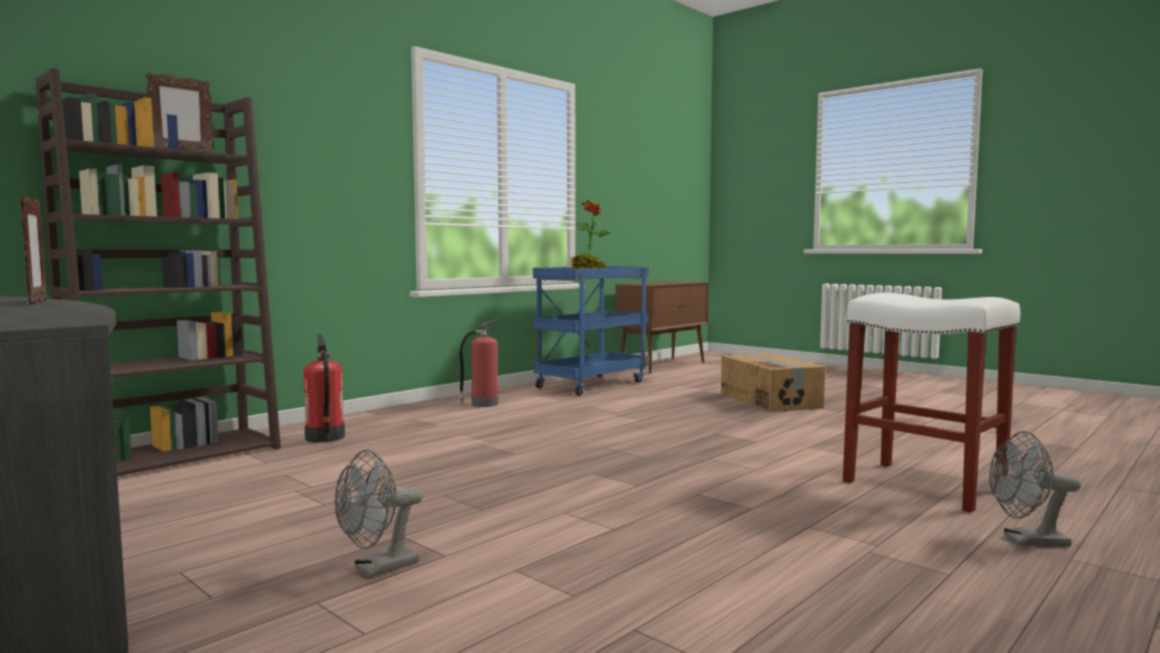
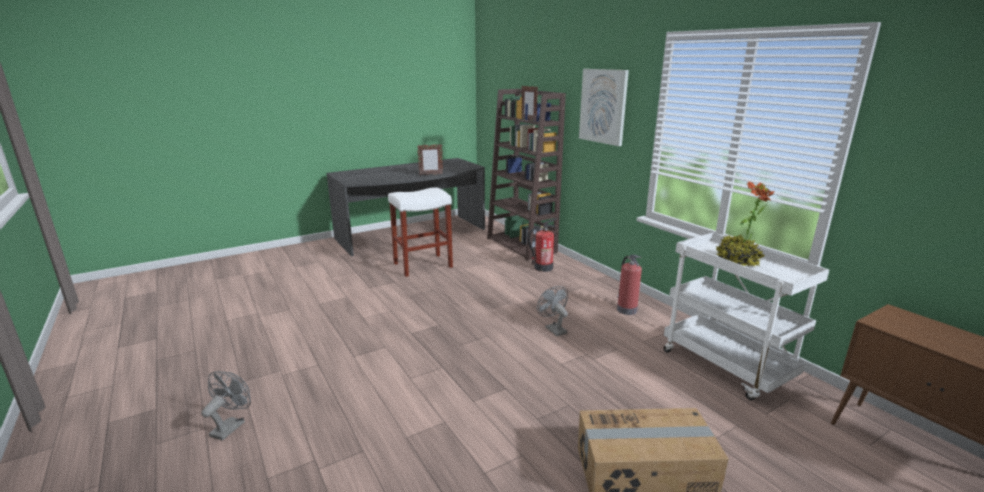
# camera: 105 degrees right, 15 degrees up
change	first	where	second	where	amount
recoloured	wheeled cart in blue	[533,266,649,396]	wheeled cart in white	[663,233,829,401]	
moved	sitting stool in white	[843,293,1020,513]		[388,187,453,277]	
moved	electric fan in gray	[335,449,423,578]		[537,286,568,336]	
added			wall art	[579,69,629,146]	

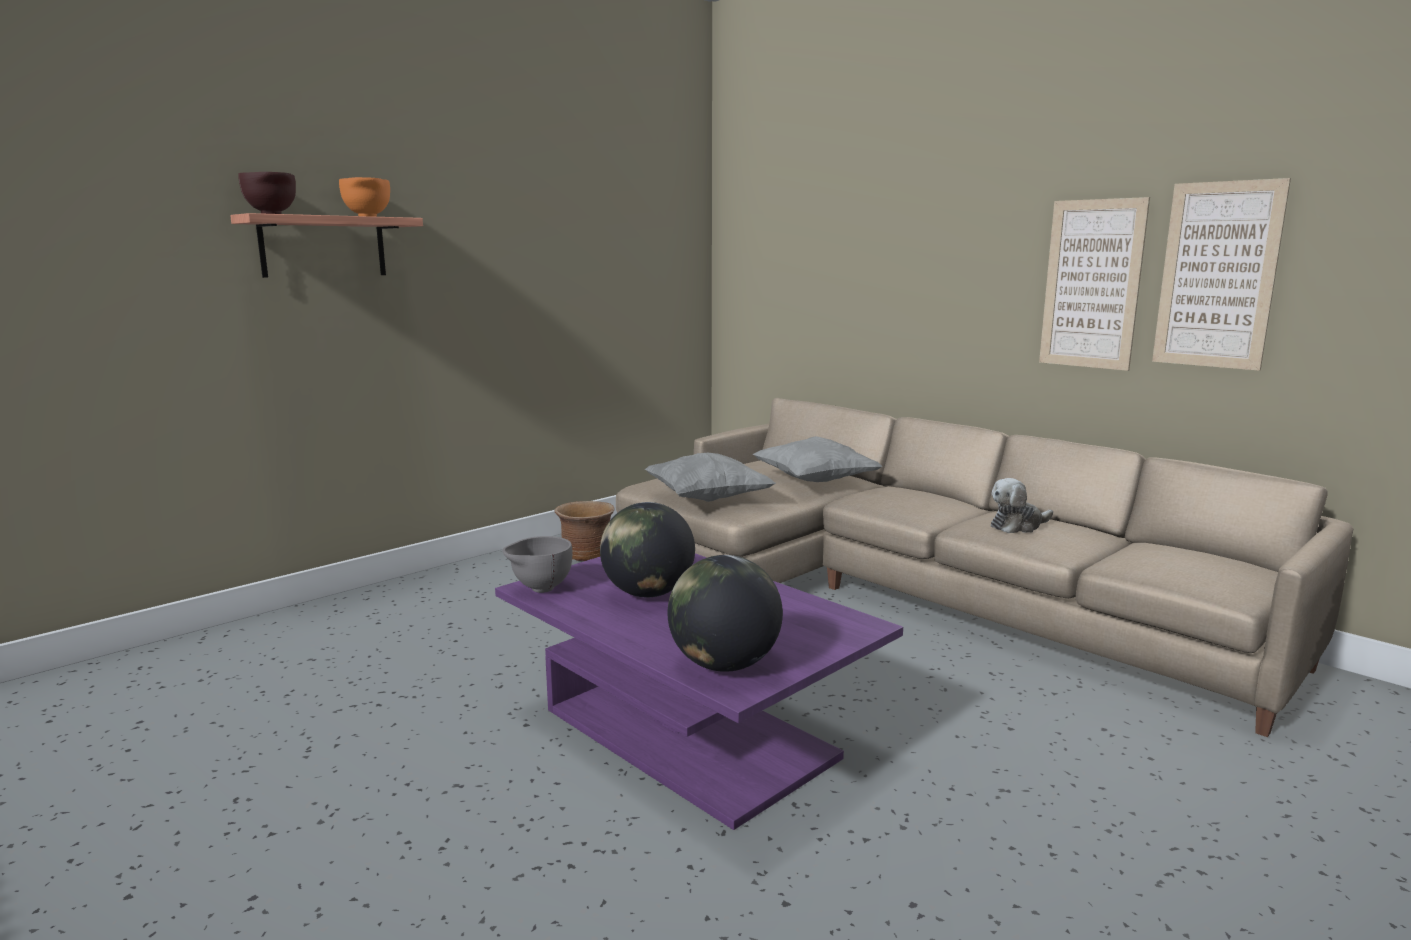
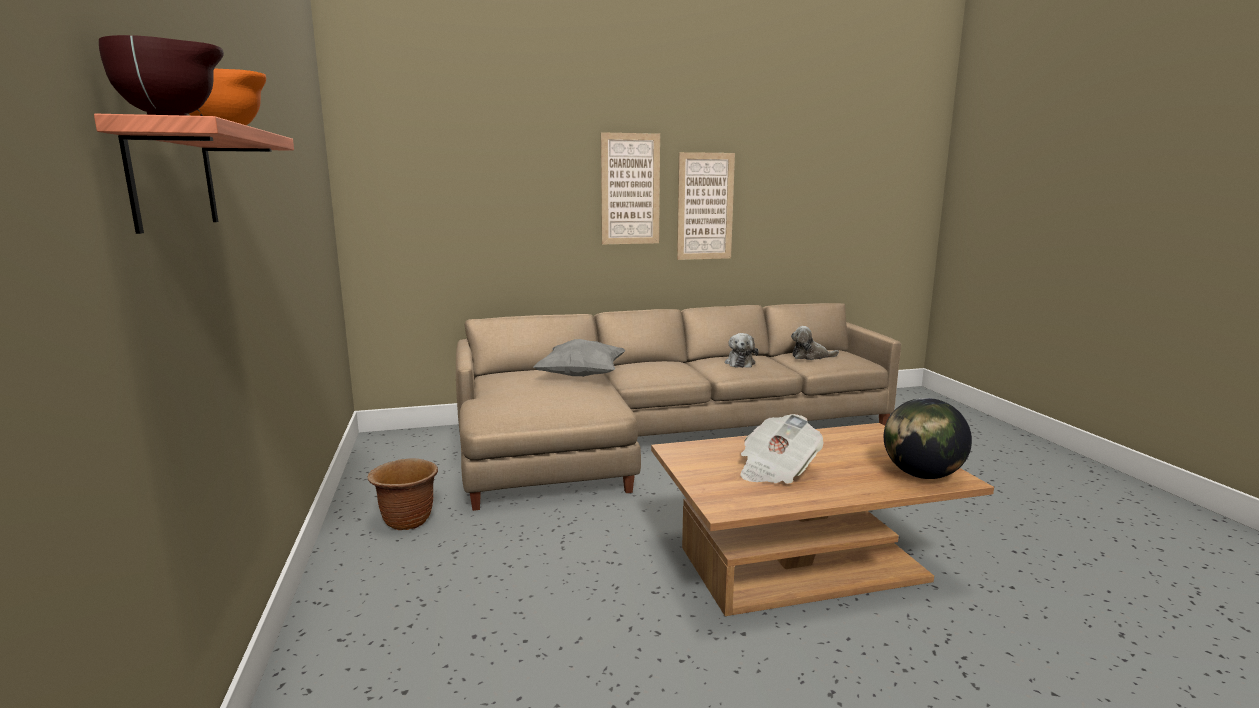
# camera: 60 degrees left, 0 degrees up
change	first	where	second	where	amount
moved	wall art	[1152,178,1291,371]		[601,132,660,245]	
removed	throw pillow in gray	[645,453,776,502]			
replaced	world globe	[600,502,695,597]	newspaper	[740,414,824,484]	
removed	serving bowl in gray	[503,536,572,593]			
recoloured	coffee table in purplish	[495,553,903,830]	coffee table in brown	[651,423,994,616]	
added			plush toy	[791,326,839,360]	

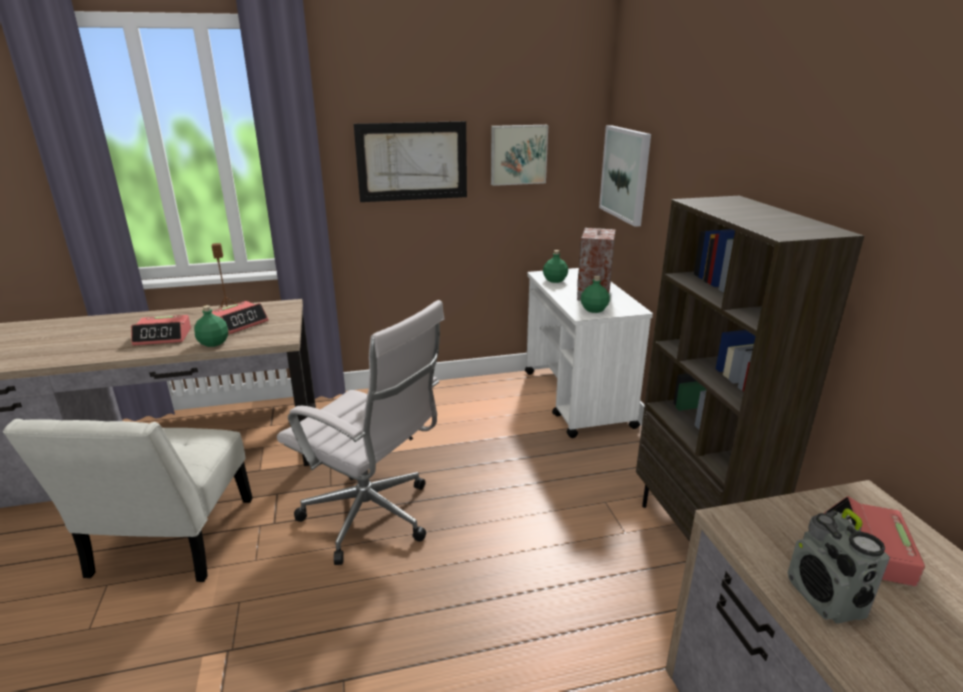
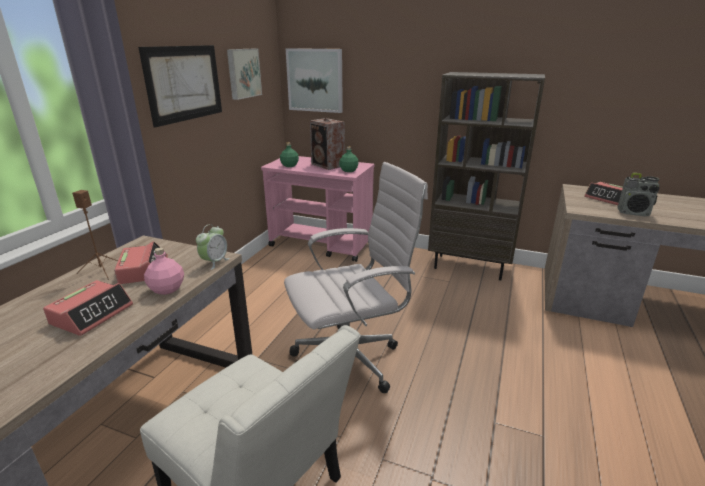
# camera: 55 degrees left, 0 degrees up
change	first	where	second	where	amount
recoloured	wheeled cart in white	[525,268,653,438]	wheeled cart in pink-coloured	[261,156,375,262]	
recoloured	drink bottle in green	[194,305,228,347]	drink bottle in pink-coloured	[144,248,184,295]	
added			bedside clock	[196,224,230,270]	

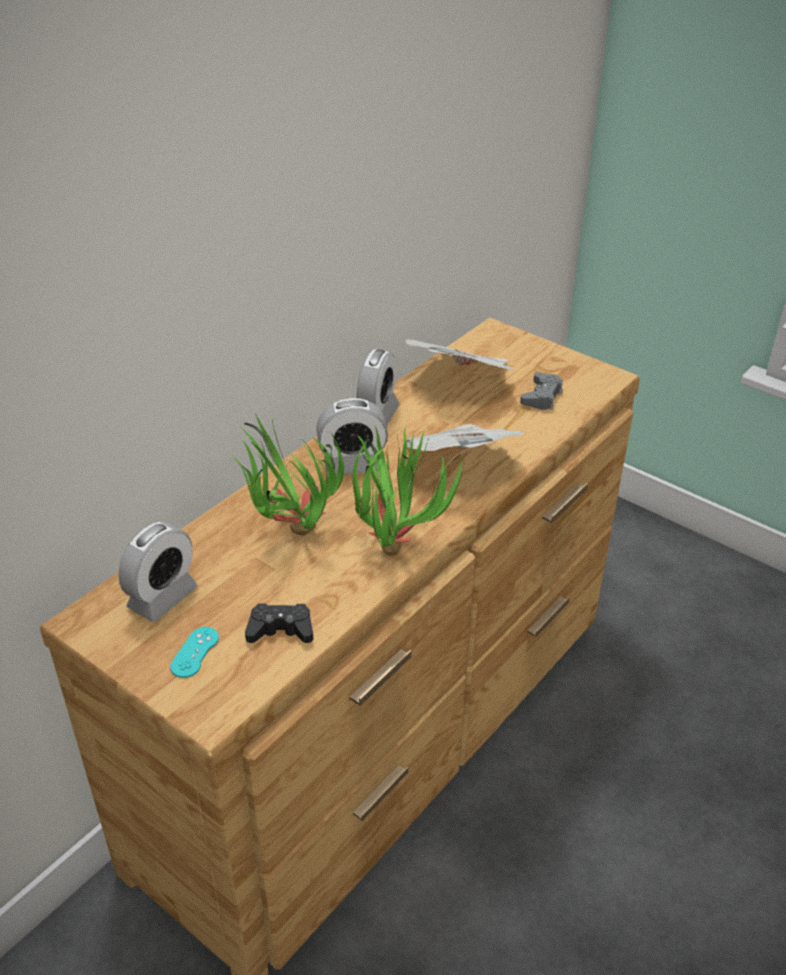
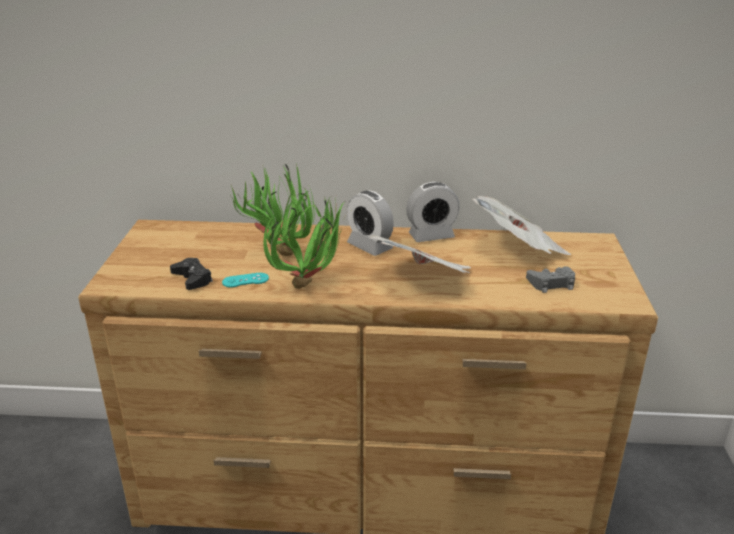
# camera: 55 degrees right, 10 degrees down
change	first	where	second	where	amount
removed	bedside clock	[118,522,198,622]			
moved	game controller in blue-green	[170,627,219,678]		[222,273,269,288]	

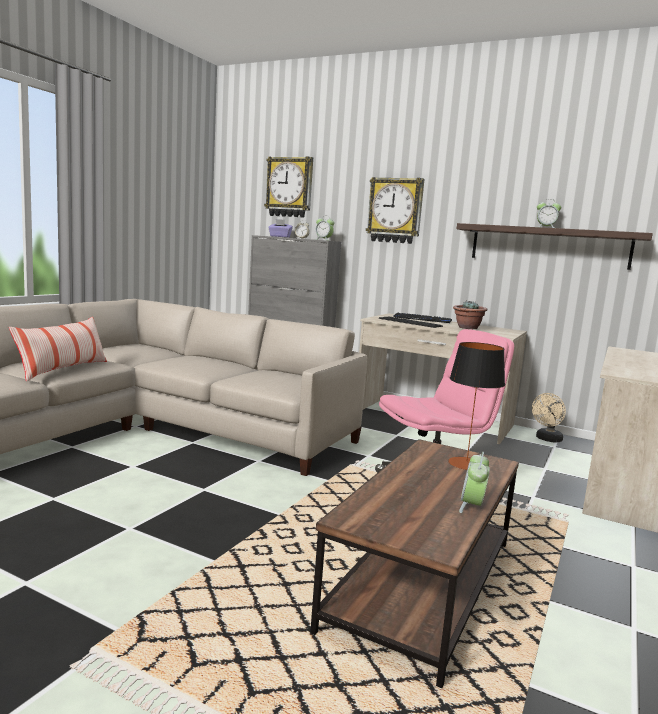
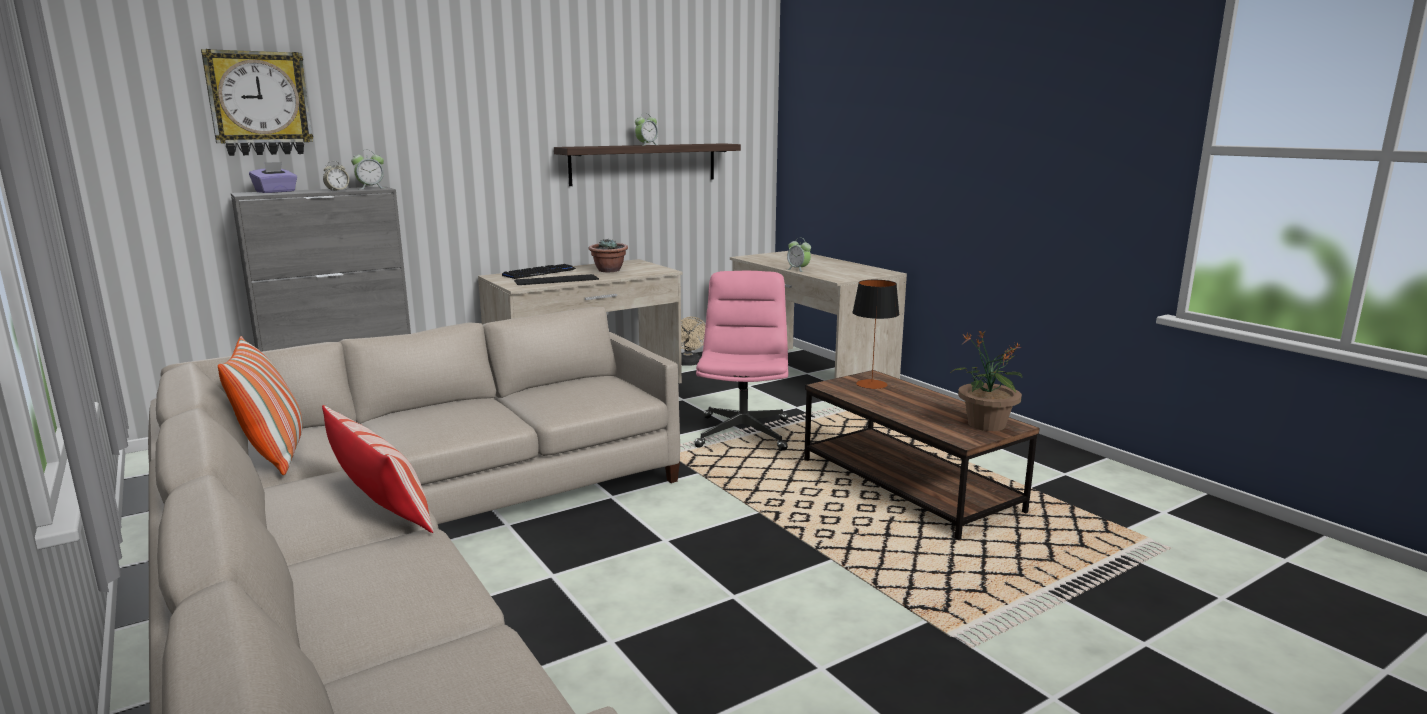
# camera: 60 degrees left, 5 degrees up
change	first	where	second	where	amount
removed	wall clock	[366,177,425,244]			
moved	bedside clock	[459,452,490,513]		[787,238,811,272]	
added			potted plant	[951,330,1022,431]	
added			throw pillow	[218,336,302,475]	

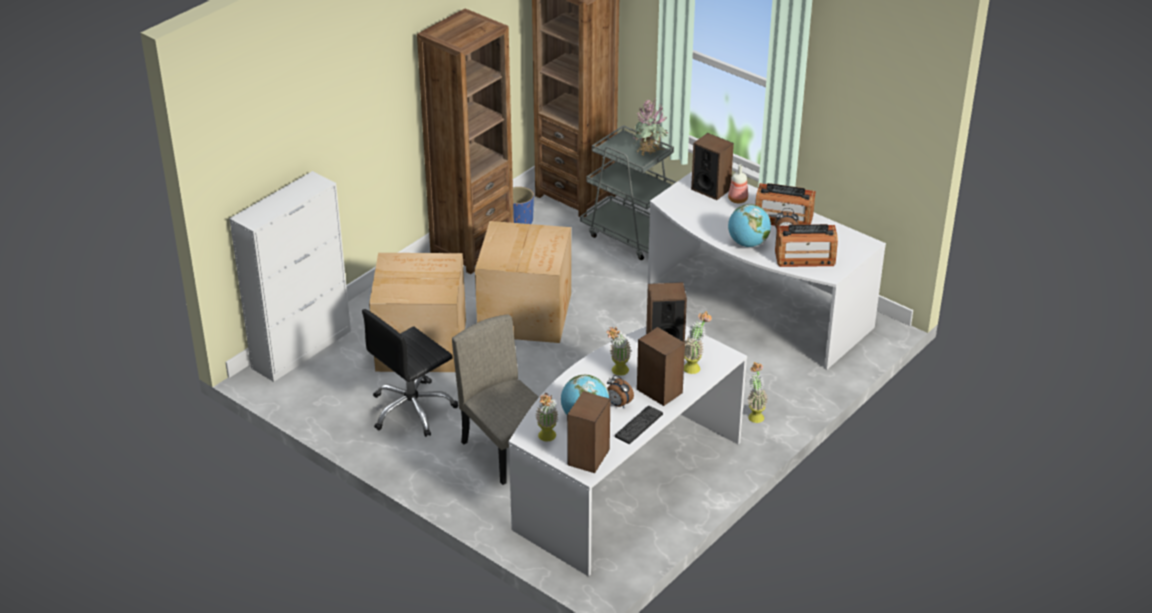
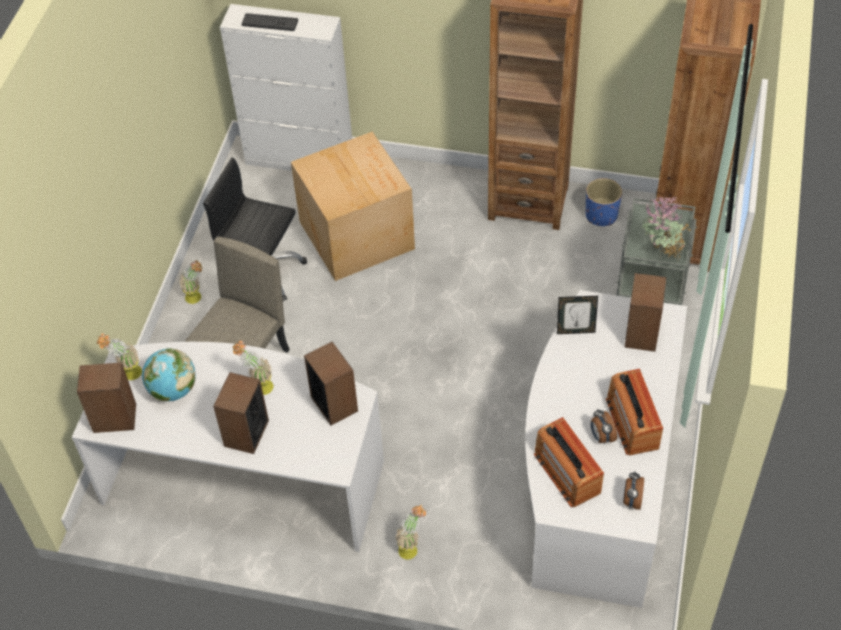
# camera: 65 degrees right, 15 degrees up
change	first	where	second	where	amount
removed	drink bottle	[728,165,748,203]			
removed	world globe	[728,204,771,247]			
removed	packing box	[475,221,571,343]			
moved	potted plant	[684,311,712,374]		[179,260,203,304]	
moved	bedside clock	[607,375,634,408]		[623,471,644,510]	
moved	computer keyboard	[615,406,663,444]		[242,13,298,31]	
added			photo frame	[557,296,598,334]	

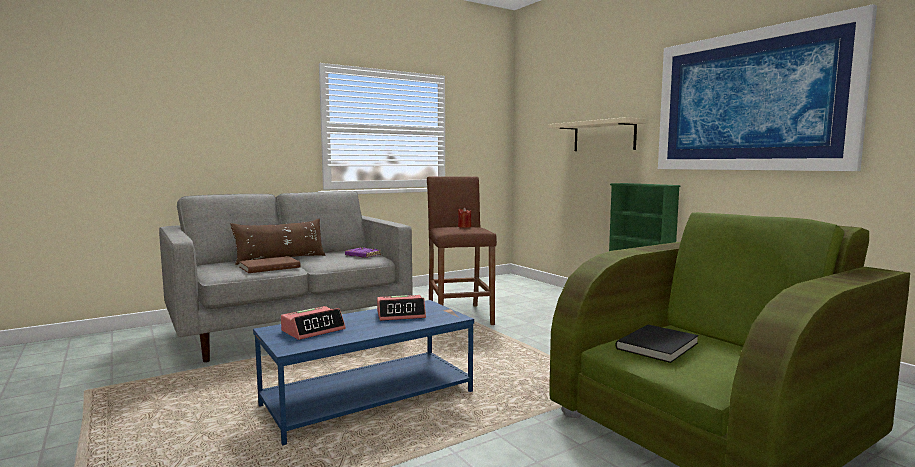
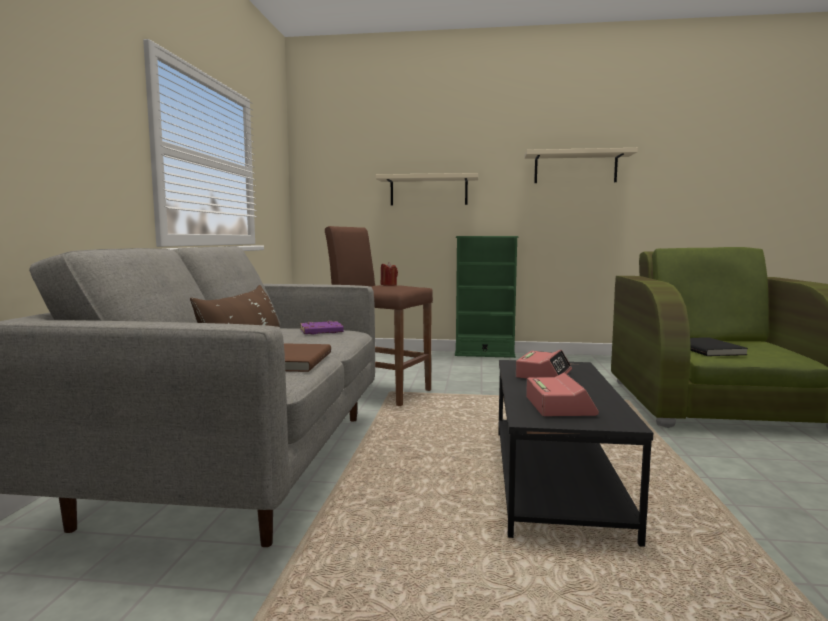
# camera: 50 degrees left, 0 degrees up
change	first	where	second	where	amount
replaced	wall art	[658,4,877,171]	wall shelf in beige-coloured	[524,148,638,183]	
recoloured	coffee table in blue	[253,300,474,445]	coffee table in black	[498,360,653,547]	

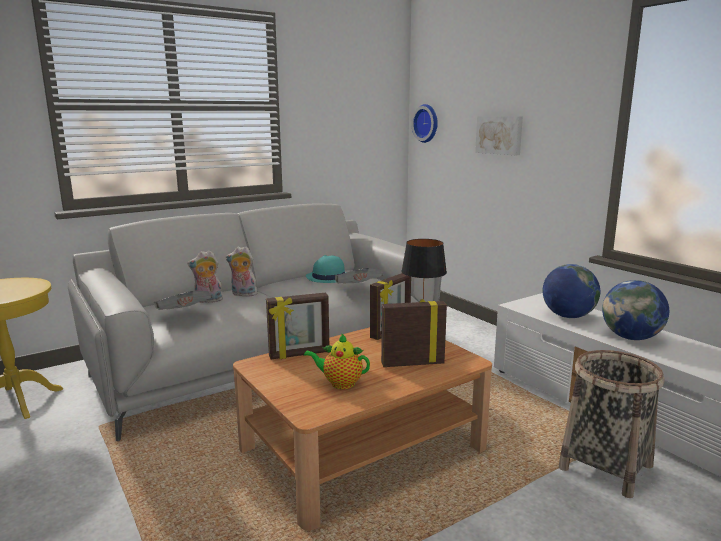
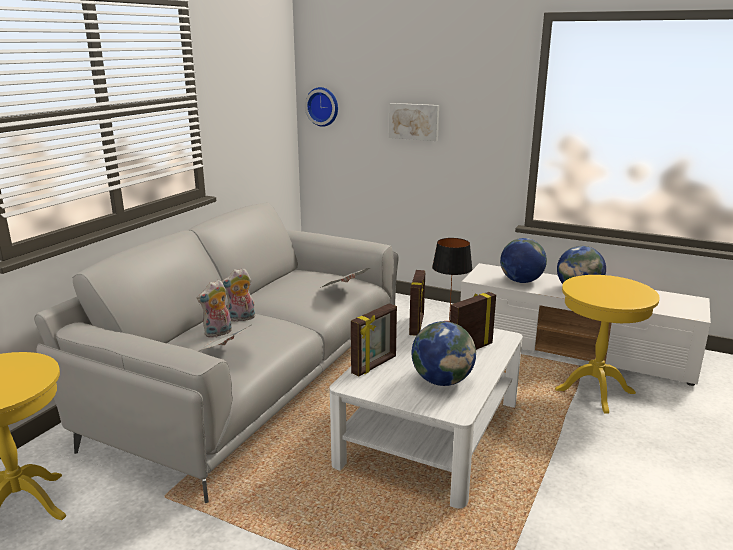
# camera: 30 degrees left, 5 degrees up
change	first	where	second	where	amount
removed	hat in blue-green	[306,255,346,283]			
recoloured	coffee table in brown	[233,327,492,531]	coffee table in white	[329,313,523,509]	
replaced	tea pot	[304,333,370,389]	world globe	[412,321,476,386]	
replaced	household basket	[559,350,665,498]	end table in yellow	[555,275,660,414]	

